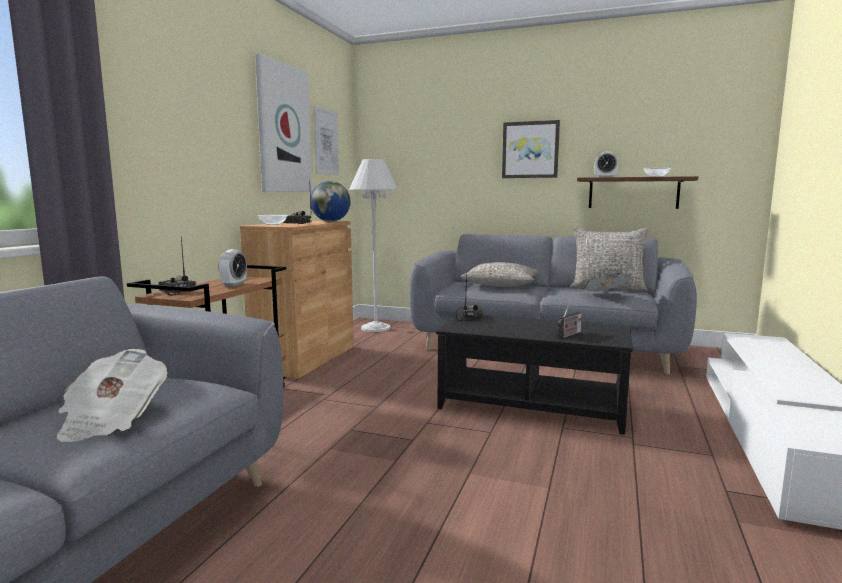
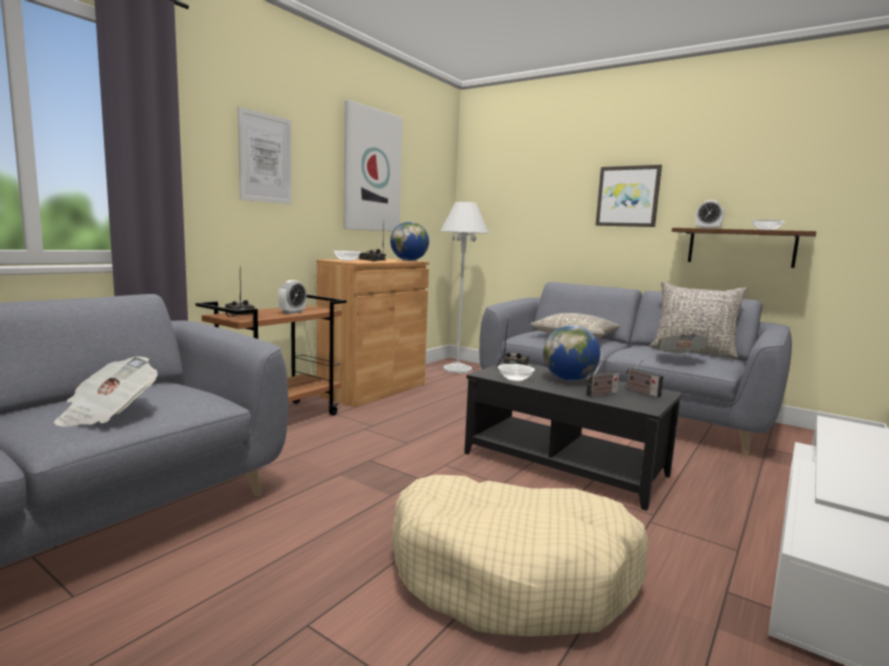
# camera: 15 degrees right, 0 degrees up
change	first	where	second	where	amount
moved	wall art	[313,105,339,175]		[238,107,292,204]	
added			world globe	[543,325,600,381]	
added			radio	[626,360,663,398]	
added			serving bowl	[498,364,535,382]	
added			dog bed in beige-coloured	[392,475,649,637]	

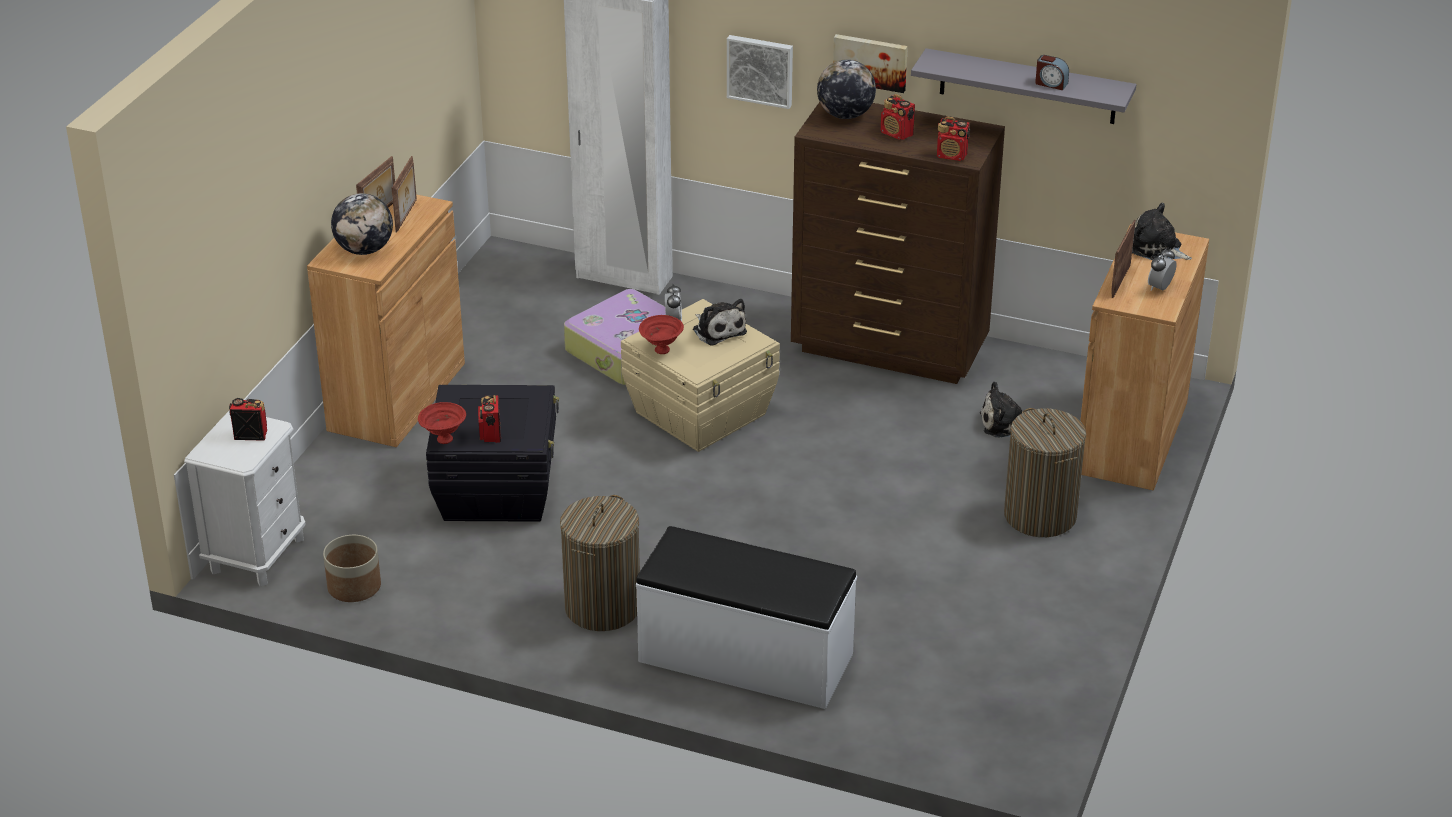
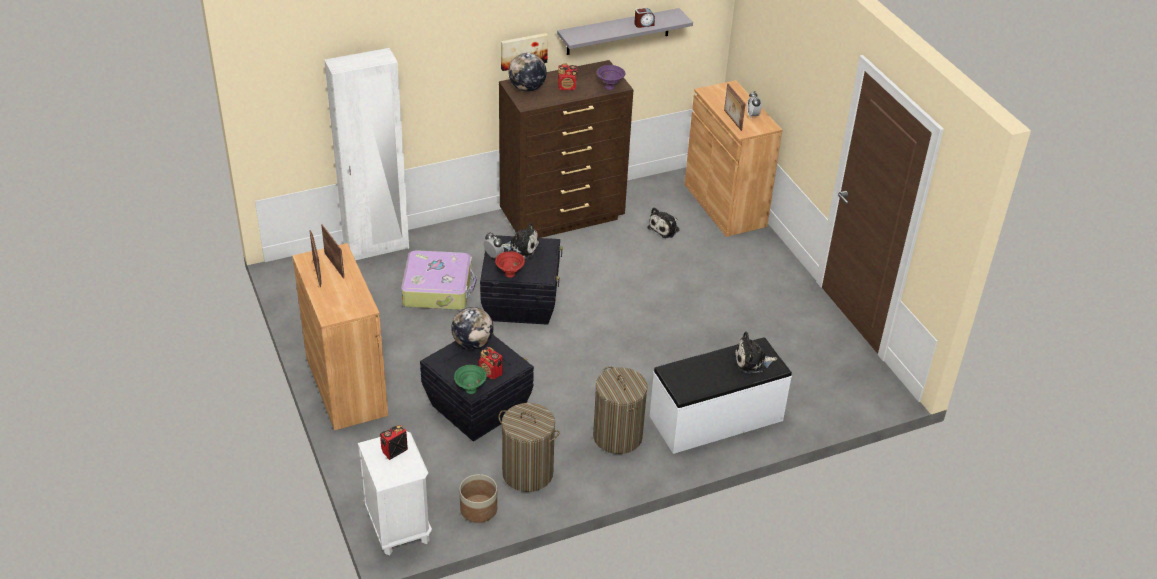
# camera: 45 degrees left, 5 degrees up
change	first	where	second	where	amount
removed	wall art	[727,35,793,109]			
replaced	radio	[937,116,970,161]	serving bowl in purplish	[597,65,626,90]	
moved	world globe	[331,193,393,255]		[451,307,493,349]	
moved	plush toy	[1132,203,1192,260]		[734,332,777,373]	
recoloured	storage bin in beige-coloured	[621,299,780,452]	storage bin in black	[480,235,563,325]	
recoloured	serving bowl in red	[418,402,466,444]	serving bowl in green	[454,365,487,394]	
moved	hamper	[1004,408,1086,537]		[499,403,560,492]	

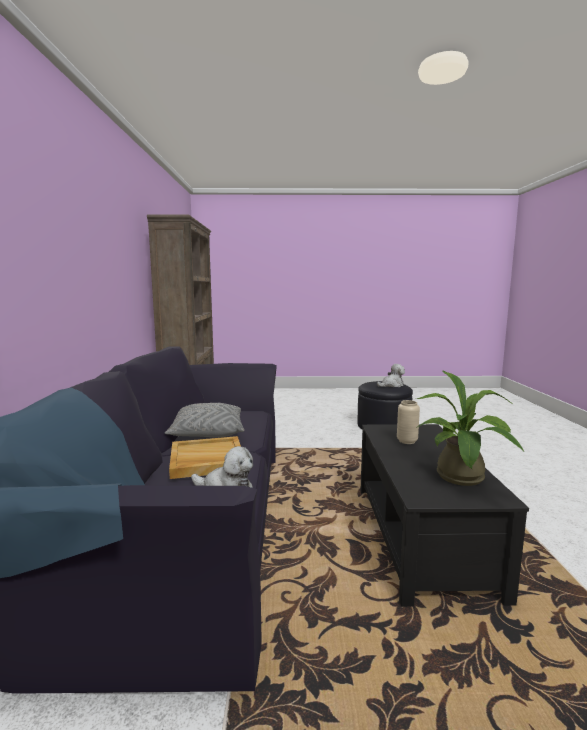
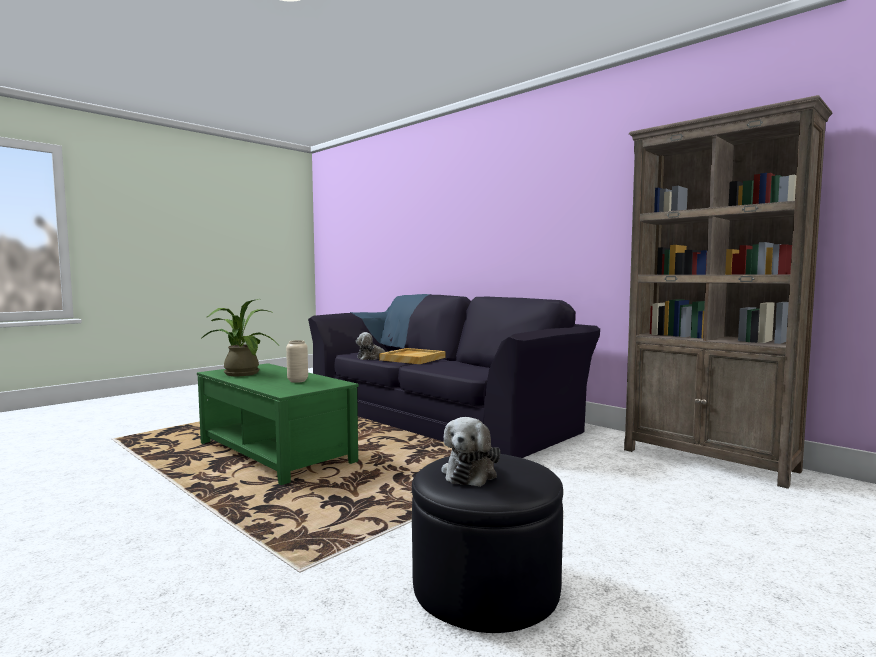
# camera: 135 degrees right, 5 degrees down
change	first	where	second	where	amount
removed	throw pillow in gray	[165,403,244,437]			
recoloured	coffee table in black	[360,424,529,607]	coffee table in green	[197,363,359,485]	

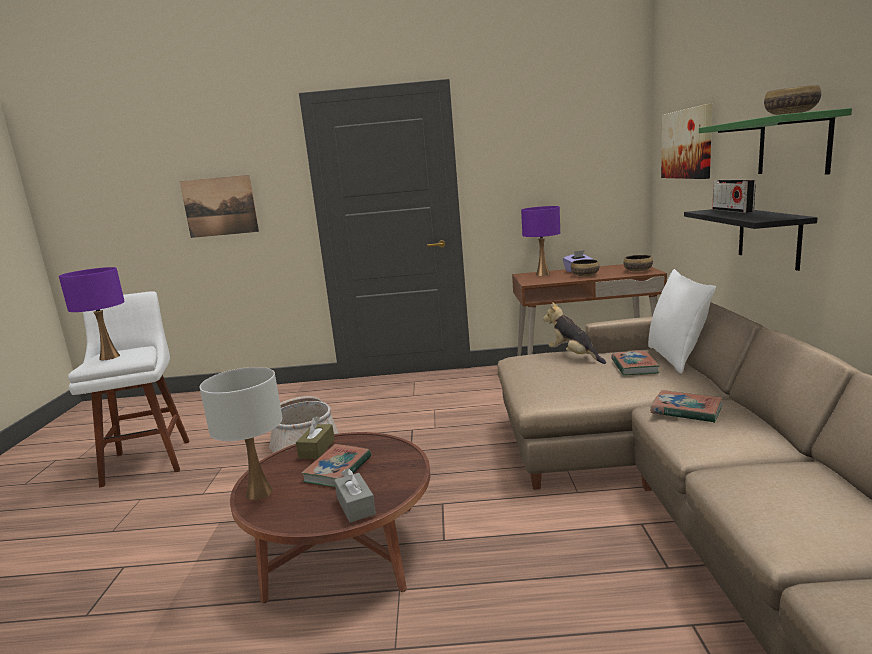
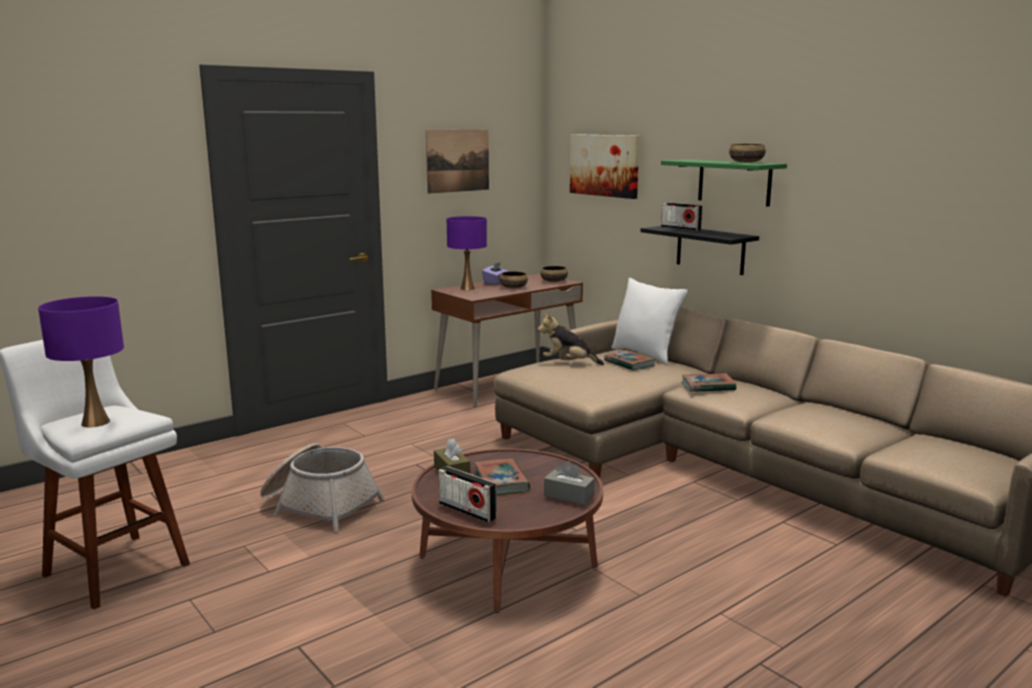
# camera: 40 degrees left, 0 degrees up
change	first	where	second	where	amount
moved	wall art	[180,175,259,238]		[426,130,489,194]	
replaced	table lamp in white	[200,367,282,500]	radio	[438,466,497,523]	

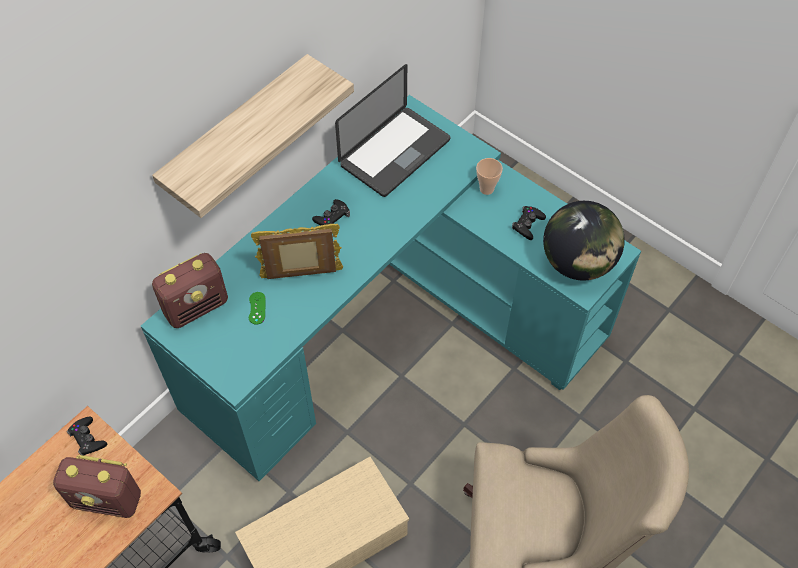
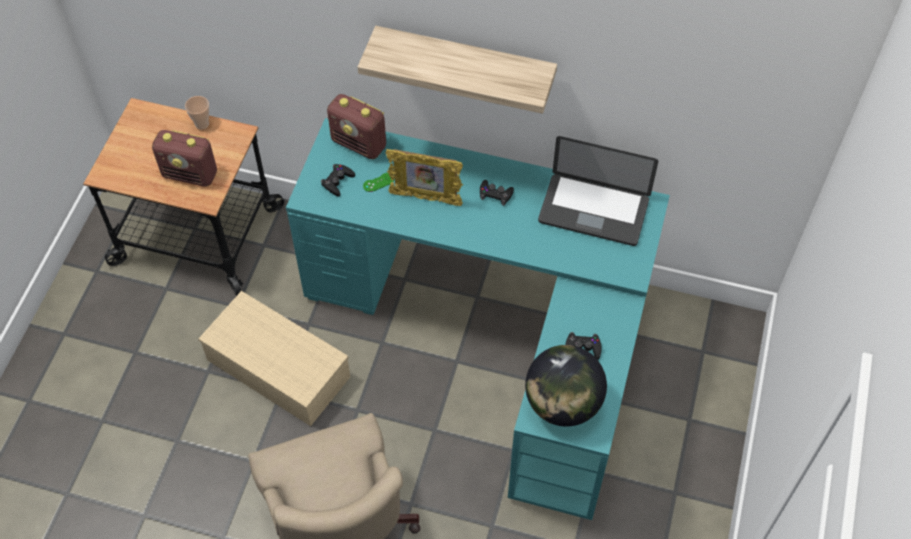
# camera: 65 degrees right, 0 degrees up
change	first	where	second	where	amount
moved	small cup	[476,158,503,195]		[185,96,209,130]	
turned	photo frame	[251,224,343,279]		[385,149,463,206]	135 degrees clockwise
moved	game controller in black	[67,417,107,456]		[321,164,355,196]	
turned	radio	[53,455,141,518]		[152,130,217,187]	60 degrees counterclockwise

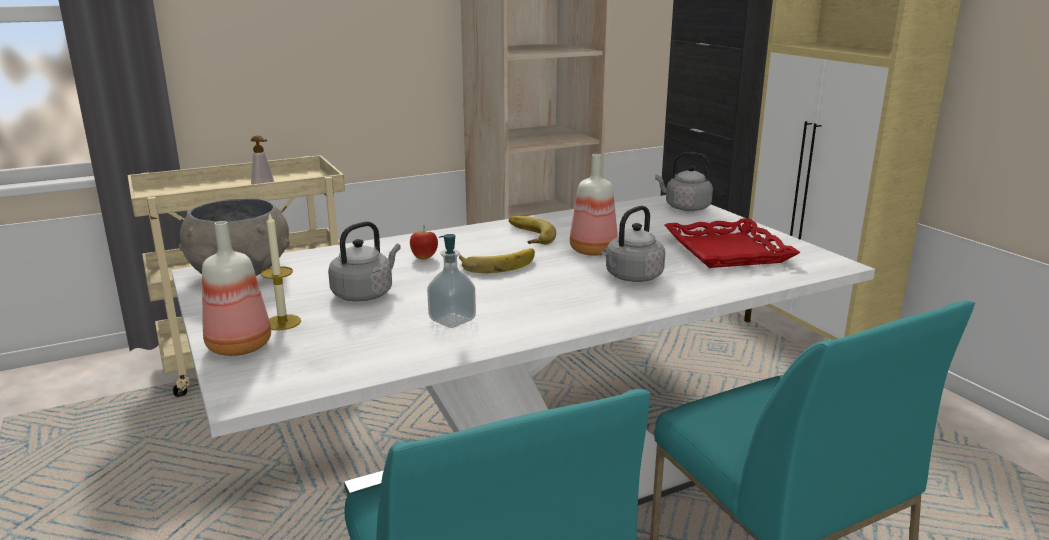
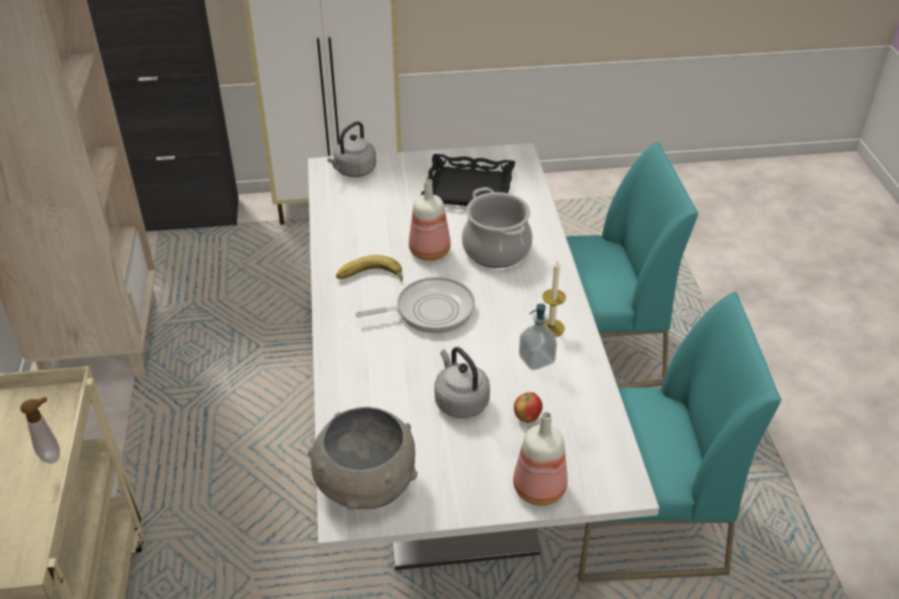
# camera: 70 degrees left, 20 degrees up
change	first	where	second	where	amount
replaced	water kettle in gray	[601,206,665,282]	cooking pot	[462,187,533,268]	
moved	wax light	[261,212,301,330]		[542,260,566,337]	
recoloured	serving tray in red	[665,218,800,268]	serving tray in black	[421,154,515,206]	
moved	apple fruit	[410,225,438,260]		[514,392,543,423]	
replaced	whole banana	[459,248,535,273]	skillet	[356,277,475,333]	

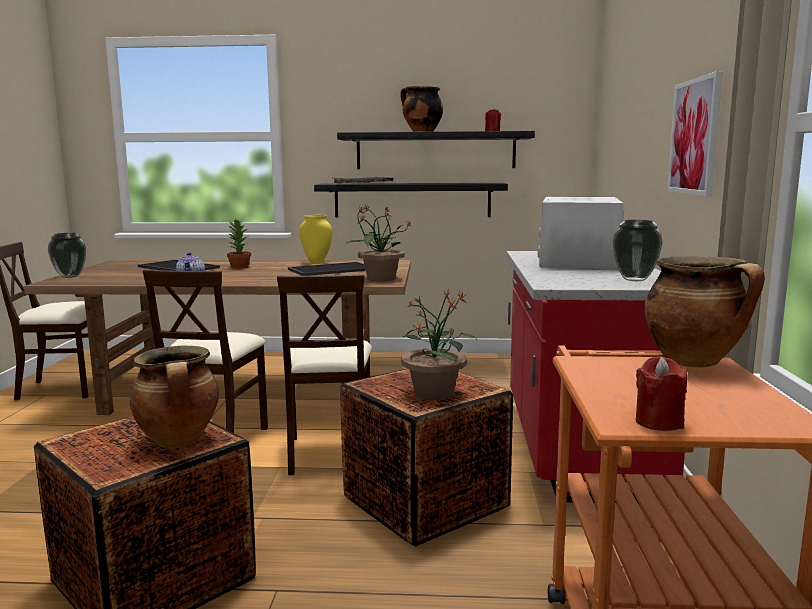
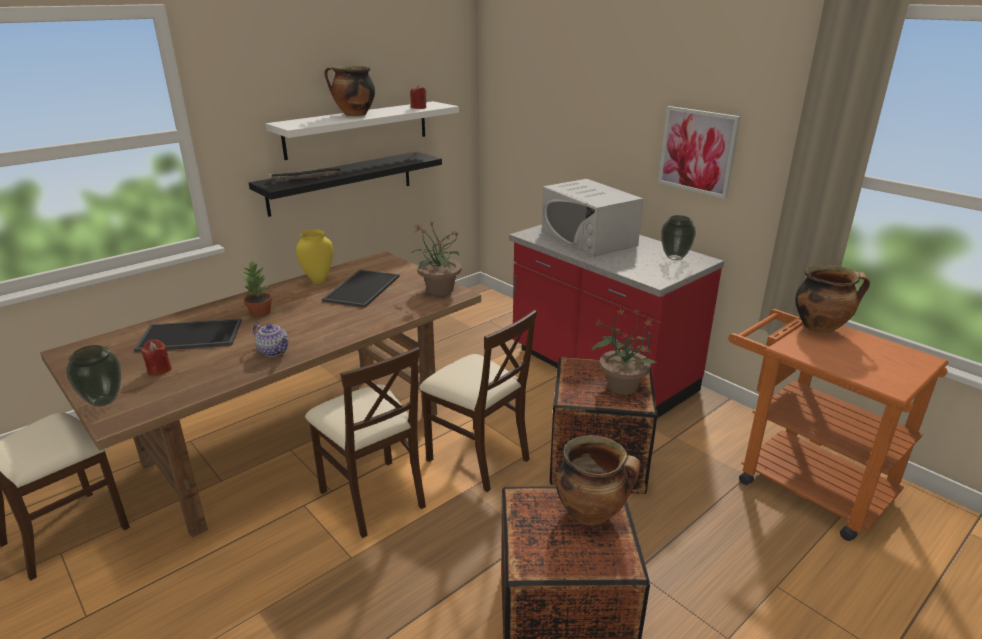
# camera: 45 degrees left, 15 degrees up
change	first	where	second	where	amount
recoloured	wall shelf in black	[337,131,535,169]	wall shelf in white	[265,101,459,160]	
moved	wax light in red	[636,356,687,431]		[141,339,172,376]	

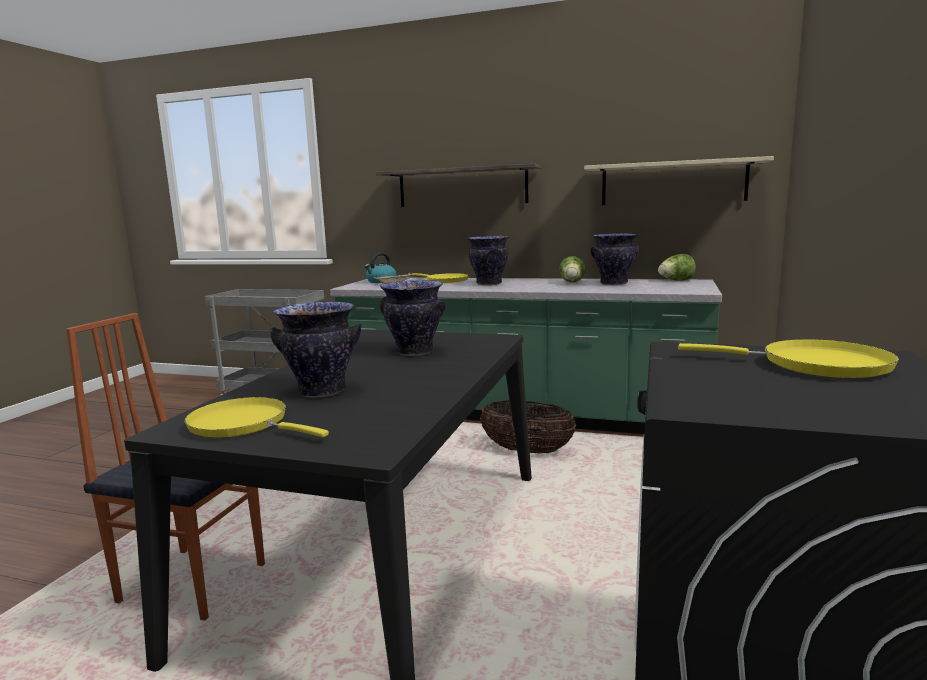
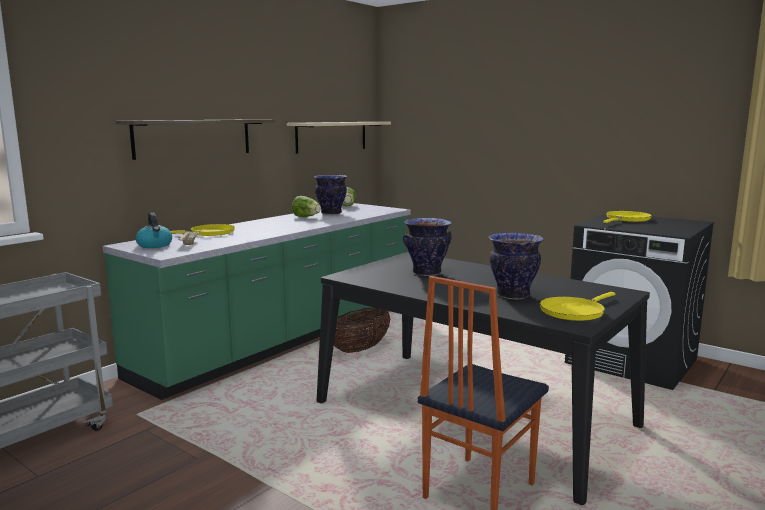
# camera: 70 degrees left, 0 degrees up
change	first	where	second	where	amount
removed	decorative vase	[467,236,509,285]			

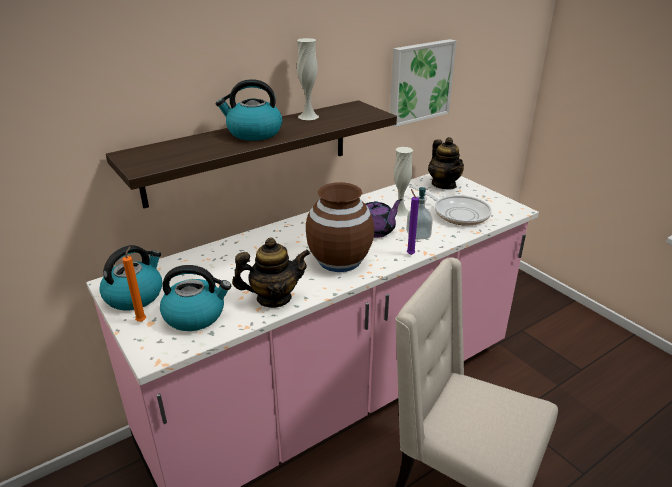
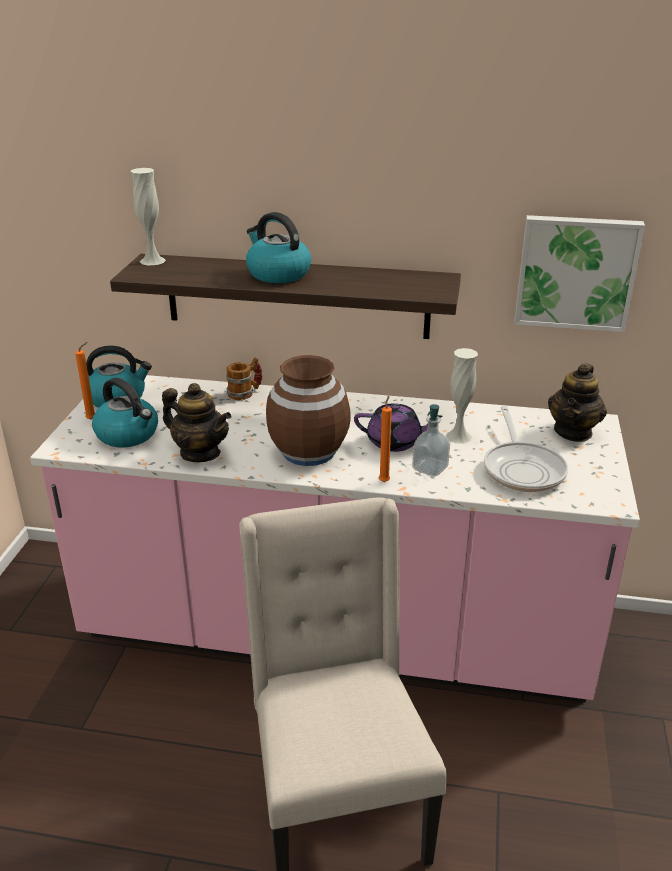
# camera: 45 degrees right, 0 degrees up
change	first	where	second	where	amount
moved	decorative vase in white	[297,38,319,120]		[131,168,166,266]	
recoloured	wax light in purplish	[407,189,419,255]	wax light in orange	[379,396,392,482]	
added			mug	[226,357,263,400]	

